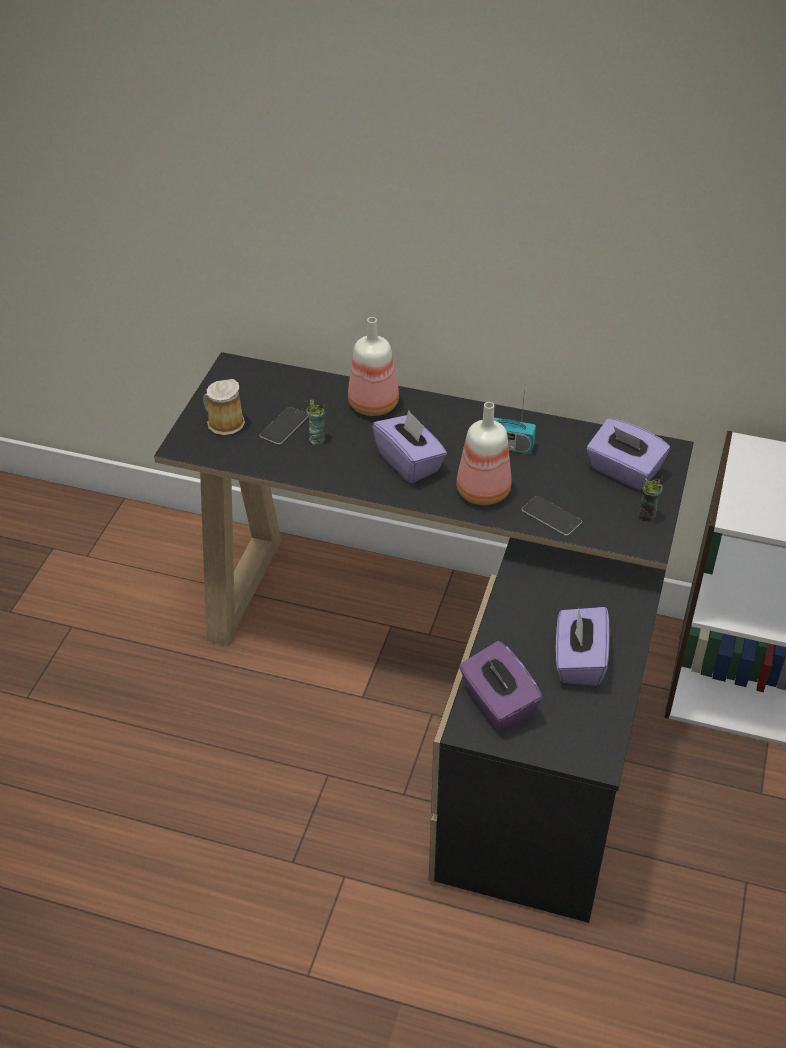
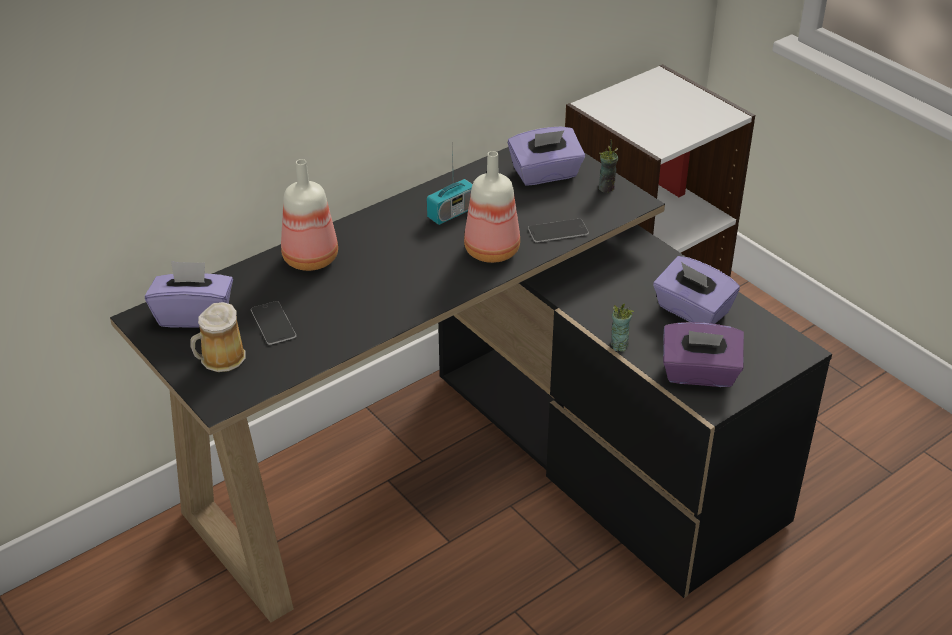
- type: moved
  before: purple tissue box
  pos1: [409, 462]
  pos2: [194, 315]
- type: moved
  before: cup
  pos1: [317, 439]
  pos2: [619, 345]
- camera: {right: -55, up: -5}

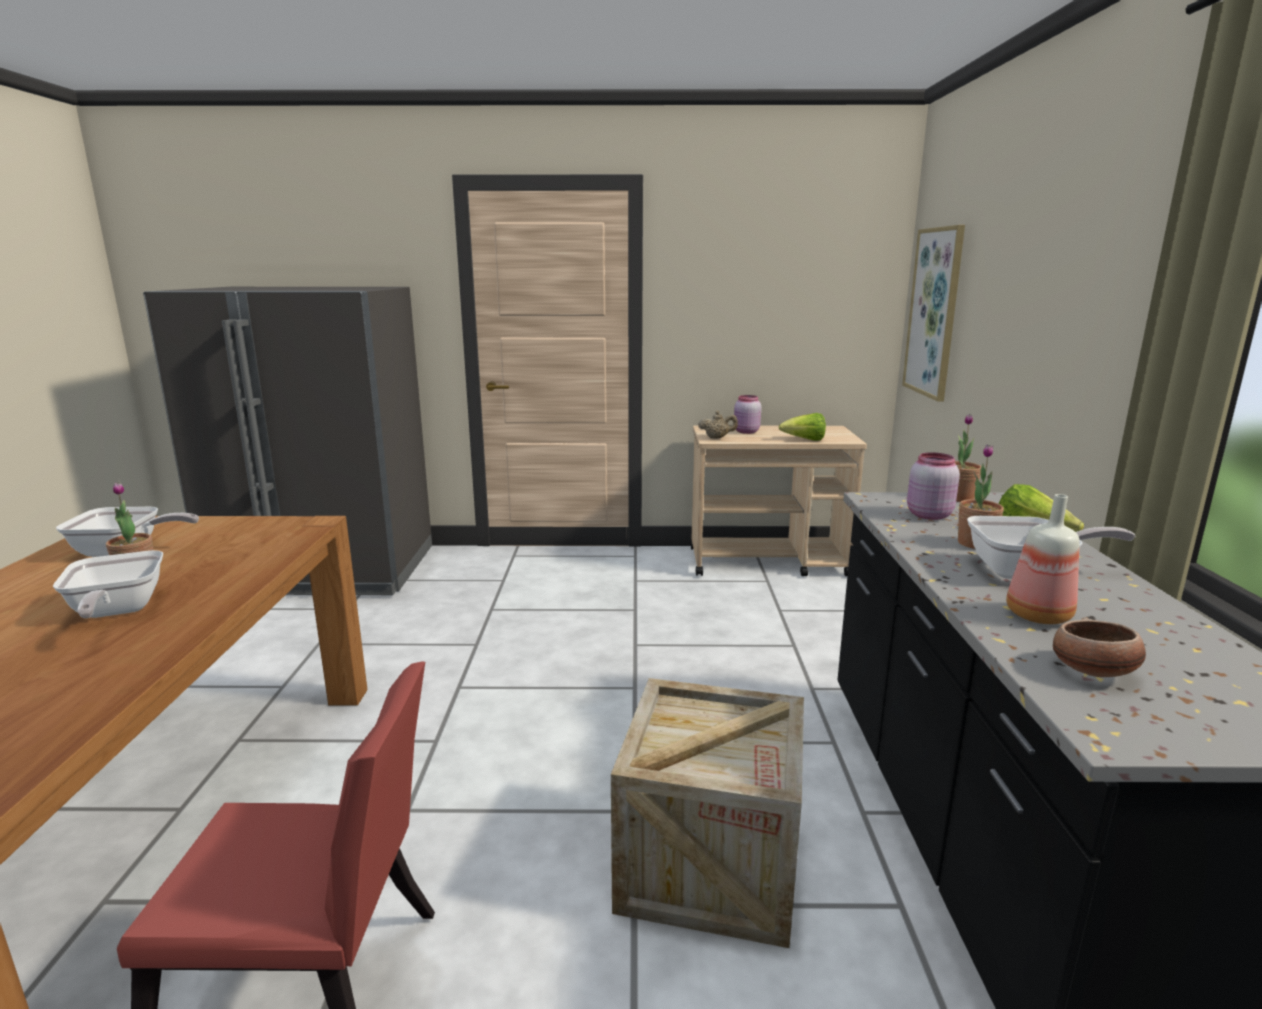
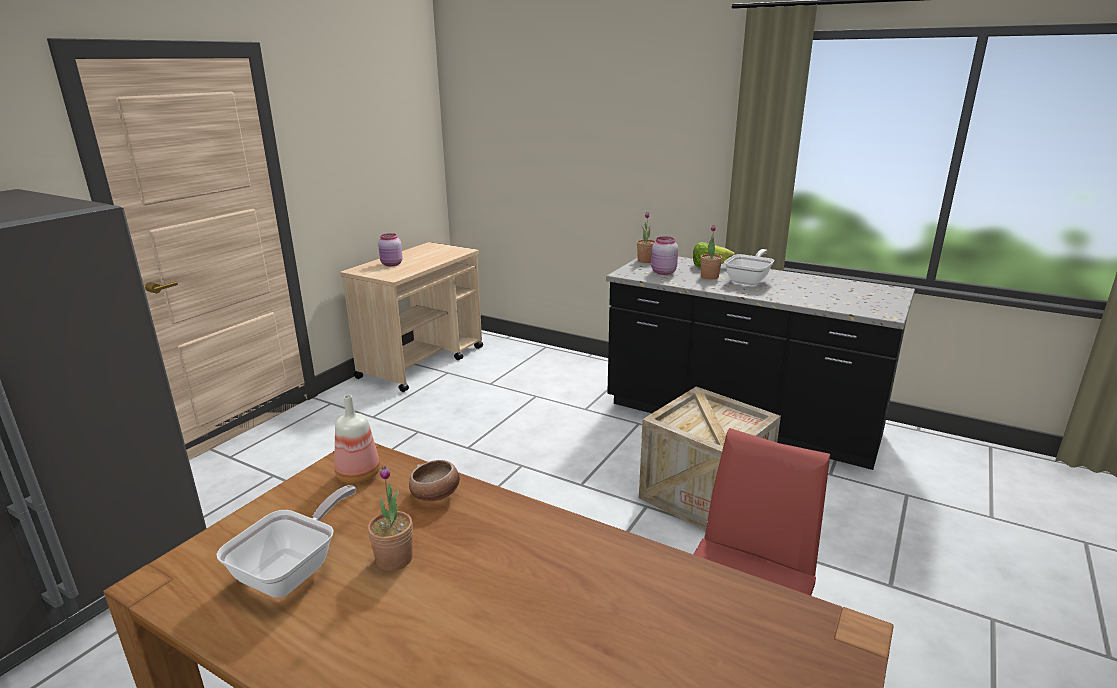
- type: moved
  before: bottle
  pos1: [1035, 615]
  pos2: [357, 476]
- type: moved
  before: bowl
  pos1: [1093, 671]
  pos2: [436, 495]
- type: removed
  before: frying pan
  pos1: [116, 612]
- type: removed
  before: beige teapot
  pos1: [717, 438]
- type: removed
  before: lettuce
  pos1: [804, 440]
- type: removed
  before: picture
  pos1: [934, 312]
- camera: {right: -60, up: 5}

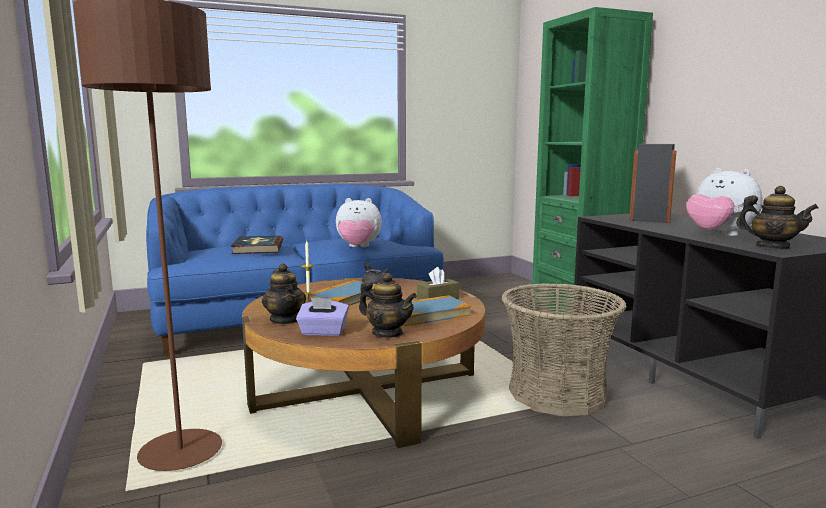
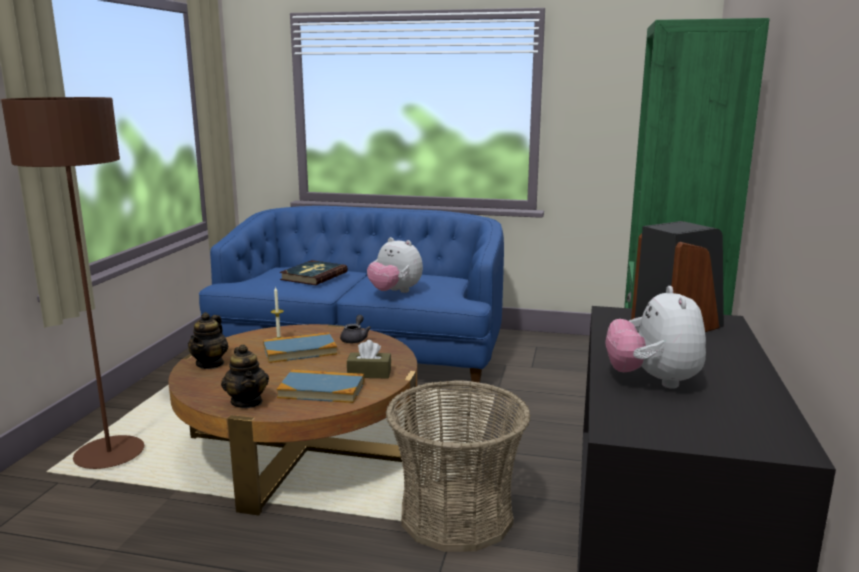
- type: removed
  before: purple tissue box
  pos1: [323, 332]
- type: removed
  before: teapot
  pos1: [772, 247]
- camera: {right: 35, up: 5}

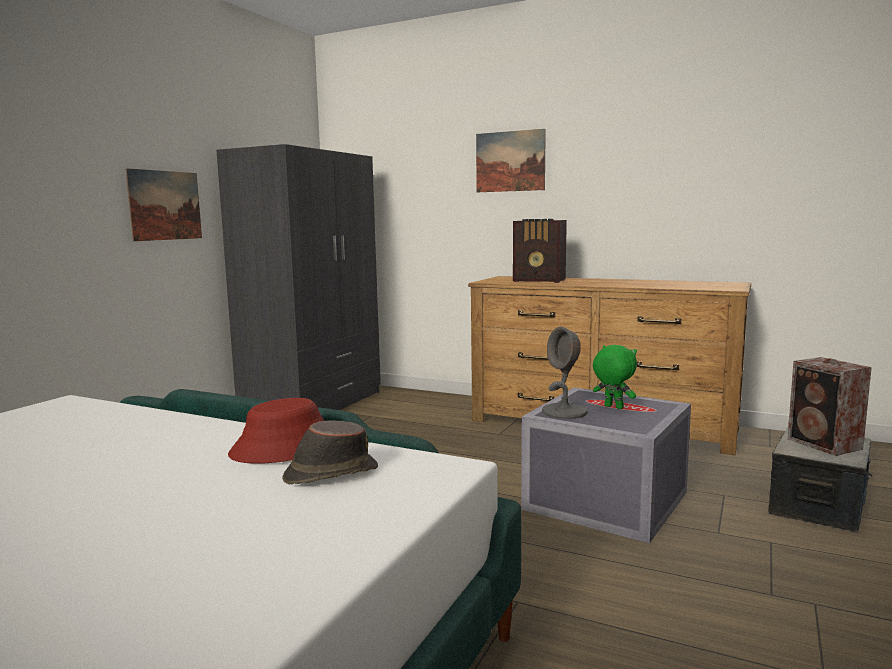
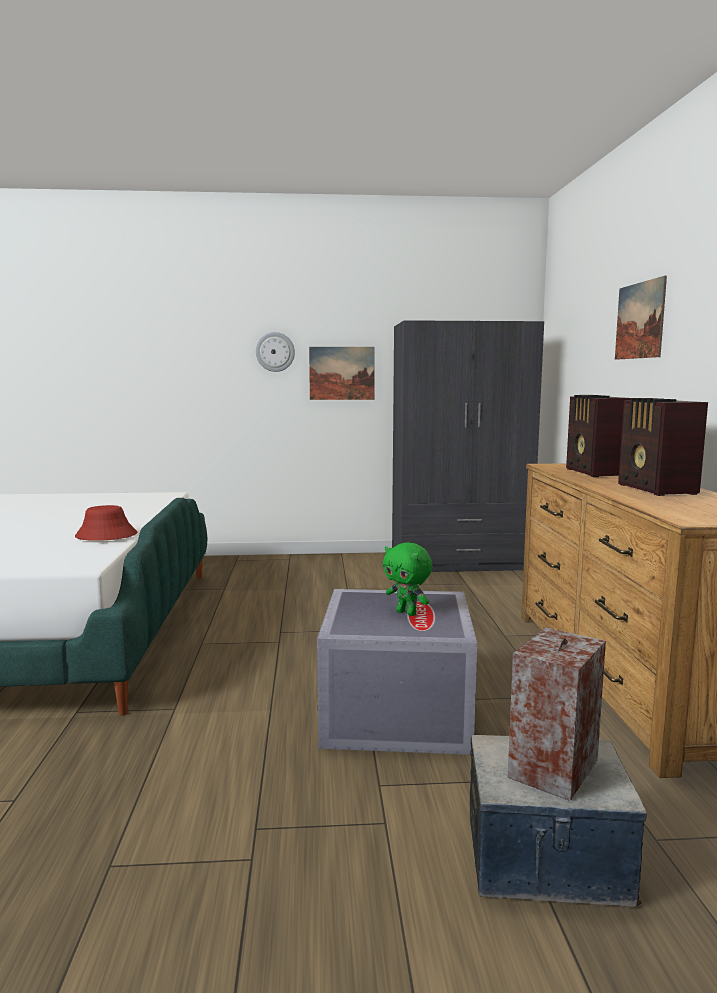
- type: added
  after: wall clock
  pos2: [275, 352]
- type: turned
  before: green plush toy
  pos1: [613, 407]
  pos2: [407, 613]
  turn: 120
- type: added
  after: radio
  pos2: [656, 489]
- type: removed
  before: brown hat
  pos1: [330, 474]
- type: removed
  before: grey table lamp
  pos1: [564, 412]
- camera: {right: 60, up: 0}

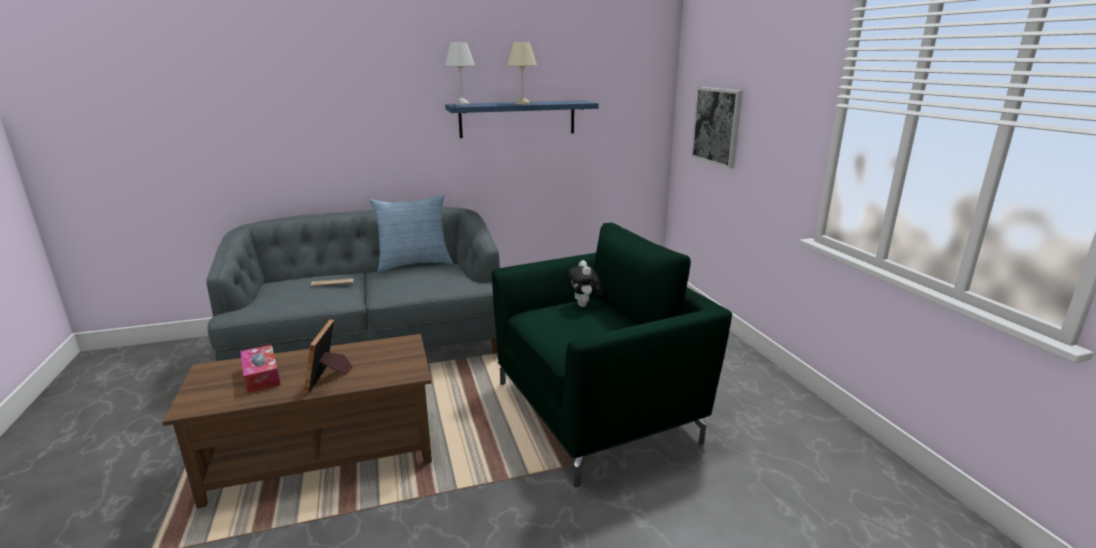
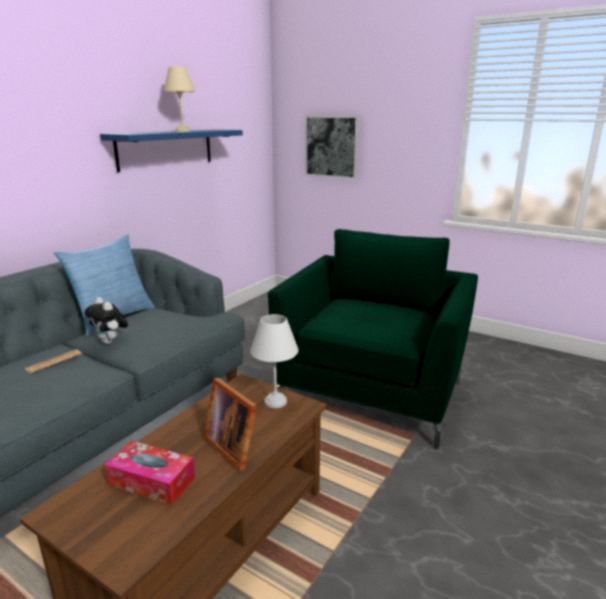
- type: moved
  before: plush toy
  pos1: [585, 305]
  pos2: [110, 342]
- type: moved
  before: white table lamp
  pos1: [462, 104]
  pos2: [275, 401]
- camera: {right: -40, up: 0}

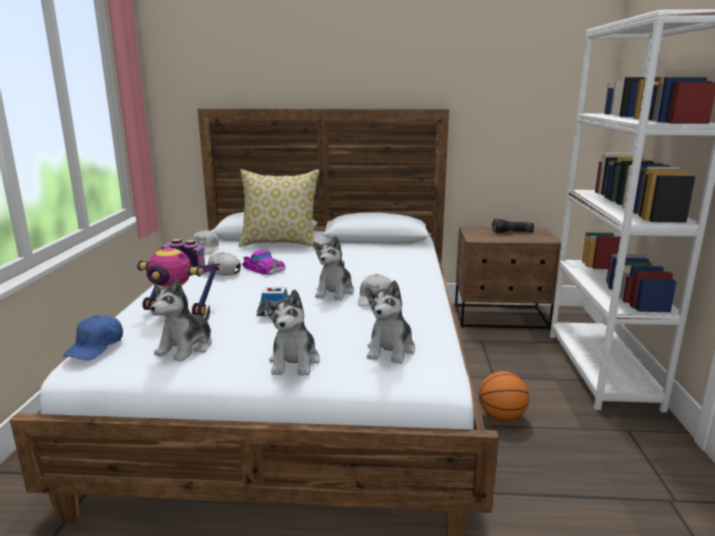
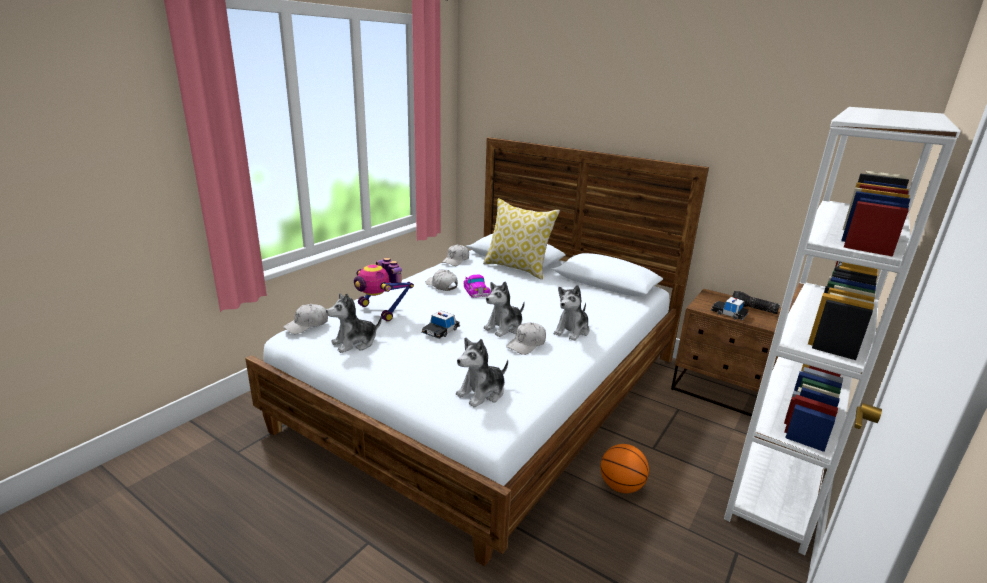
- type: recoloured
  before: blue cap
  after: white cap
  pos1: [96, 346]
  pos2: [307, 325]
- type: moved
  before: plush toy
  pos1: [294, 362]
  pos2: [572, 331]
- type: added
  after: toy car
  pos2: [729, 313]
- camera: {right: 30, up: 5}

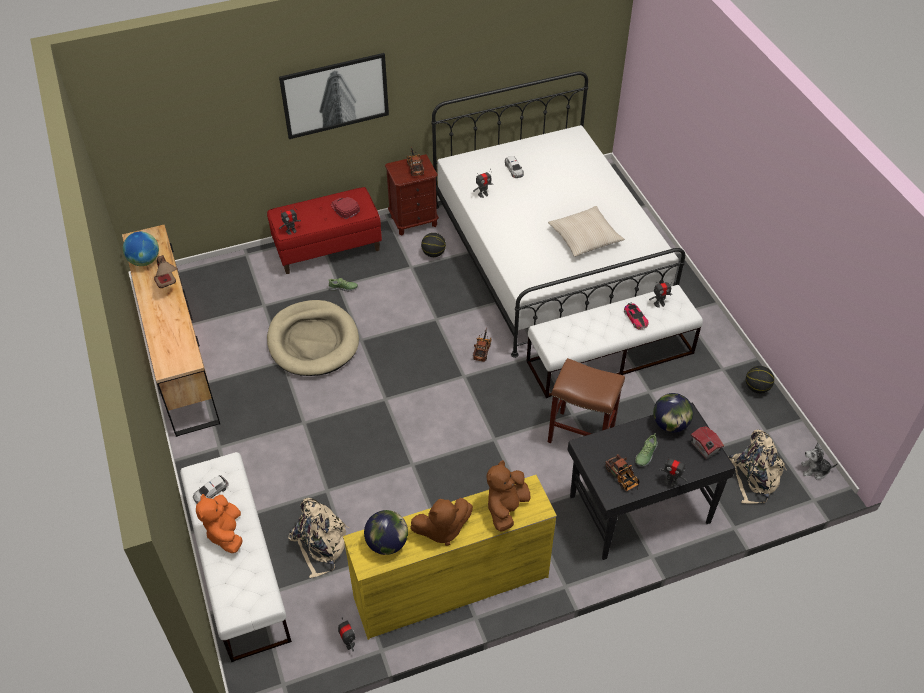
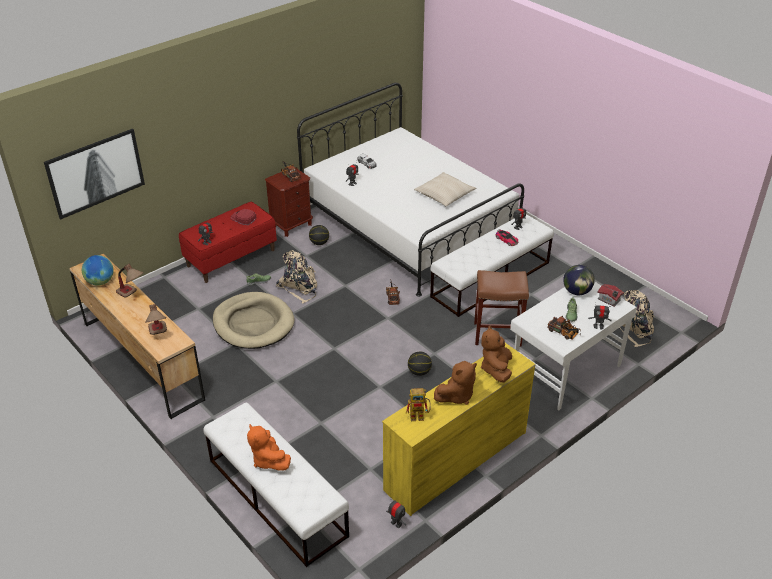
- type: moved
  before: picture
  pos1: [335, 95]
  pos2: [95, 172]
- type: added
  after: table lamp
  pos2: [159, 335]
- type: moved
  before: beige backpack
  pos1: [320, 545]
  pos2: [299, 287]
- type: replaced
  before: globe
  after: toy robot
  pos1: [387, 543]
  pos2: [420, 416]
- type: moved
  before: basketball
  pos1: [757, 388]
  pos2: [419, 372]
- type: recoloured
  before: black desk
  after: white desk
  pos1: [638, 508]
  pos2: [565, 370]
- type: removed
  before: toy car
  pos1: [211, 492]
- type: removed
  before: plush toy
  pos1: [815, 470]
- camera: {right: -20, up: -10}

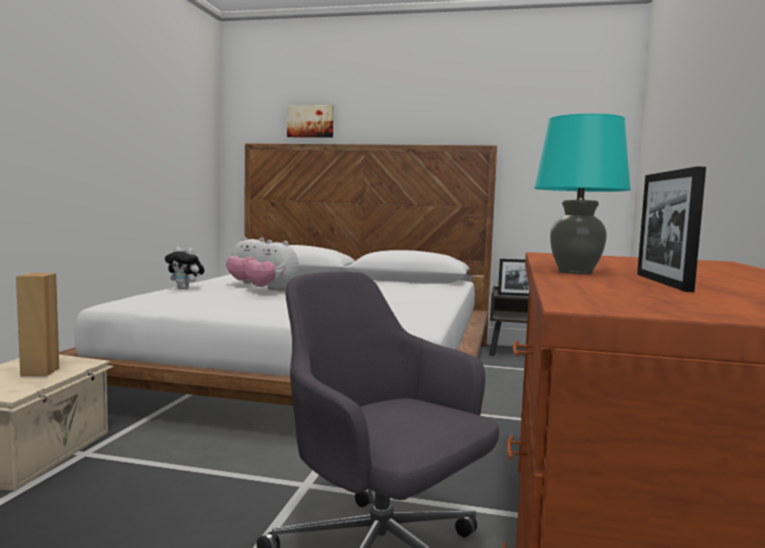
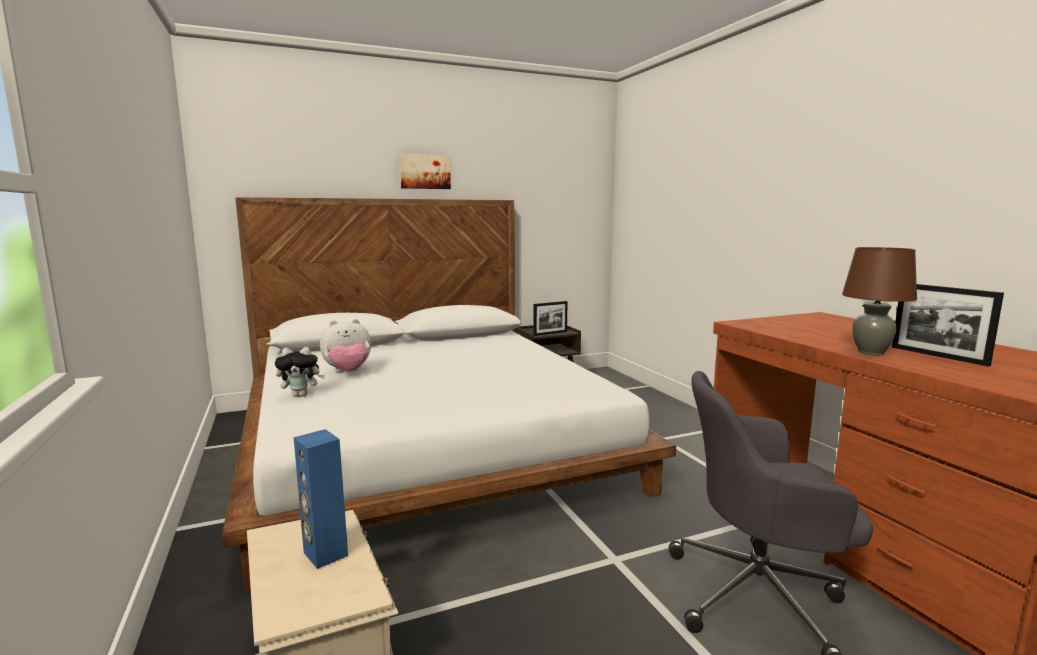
- type: recoloured
  before: brown speaker
  after: blue speaker
  pos1: [39, 372]
  pos2: [325, 554]
- type: moved
  before: picture
  pos1: [310, 121]
  pos2: [425, 172]
- type: recoloured
  before: turquoise table lamp
  after: brown table lamp
  pos1: [575, 272]
  pos2: [871, 352]
- type: removed
  before: plush toy
  pos1: [271, 291]
- camera: {right: -35, up: 5}

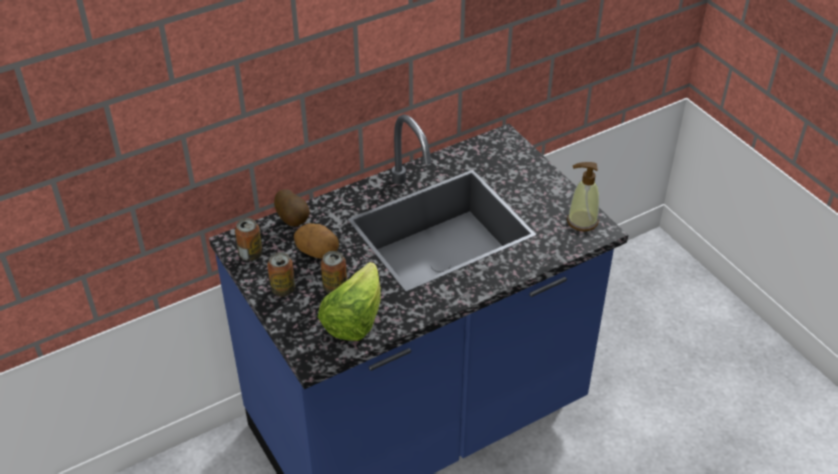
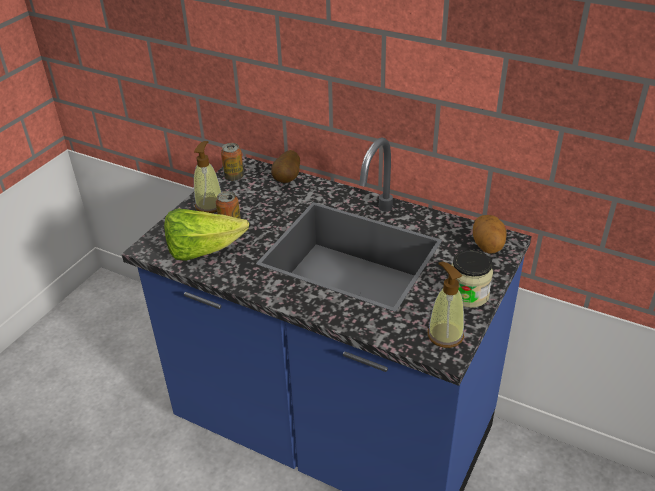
- type: replaced
  before: can
  after: soap dispenser
  pos1: [283, 289]
  pos2: [209, 205]
- type: added
  after: jar
  pos2: [468, 294]
- type: moved
  before: potato
  pos1: [318, 252]
  pos2: [487, 246]
- camera: {right: 60, up: -5}

